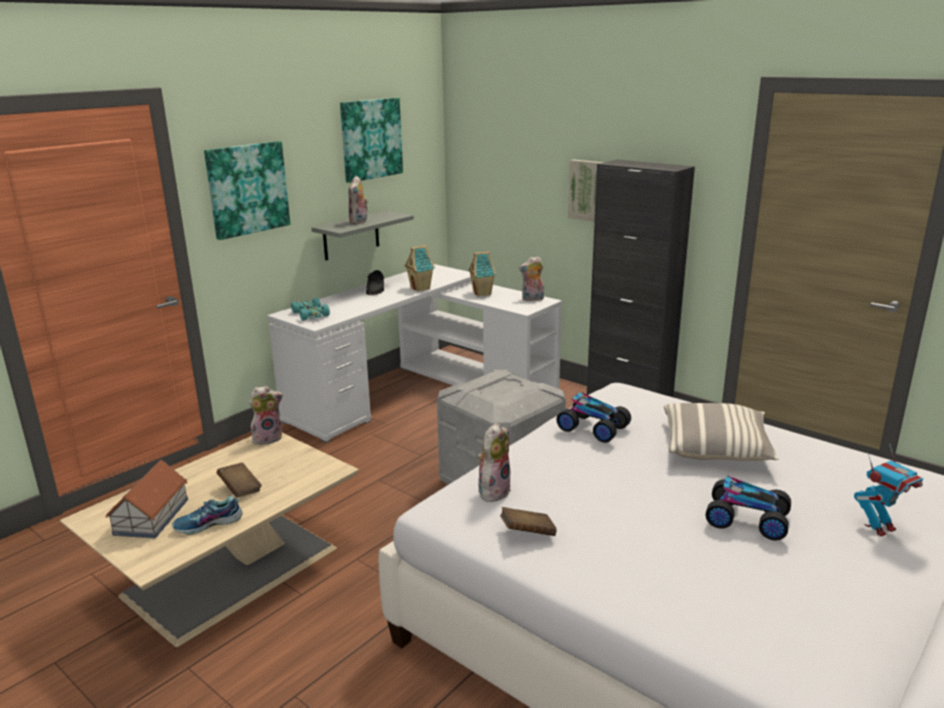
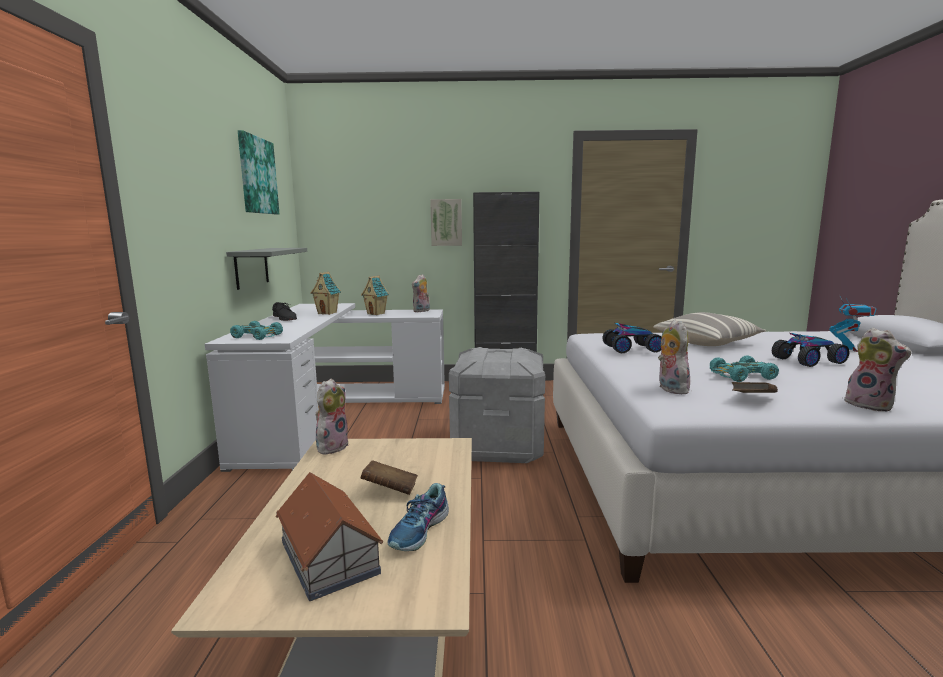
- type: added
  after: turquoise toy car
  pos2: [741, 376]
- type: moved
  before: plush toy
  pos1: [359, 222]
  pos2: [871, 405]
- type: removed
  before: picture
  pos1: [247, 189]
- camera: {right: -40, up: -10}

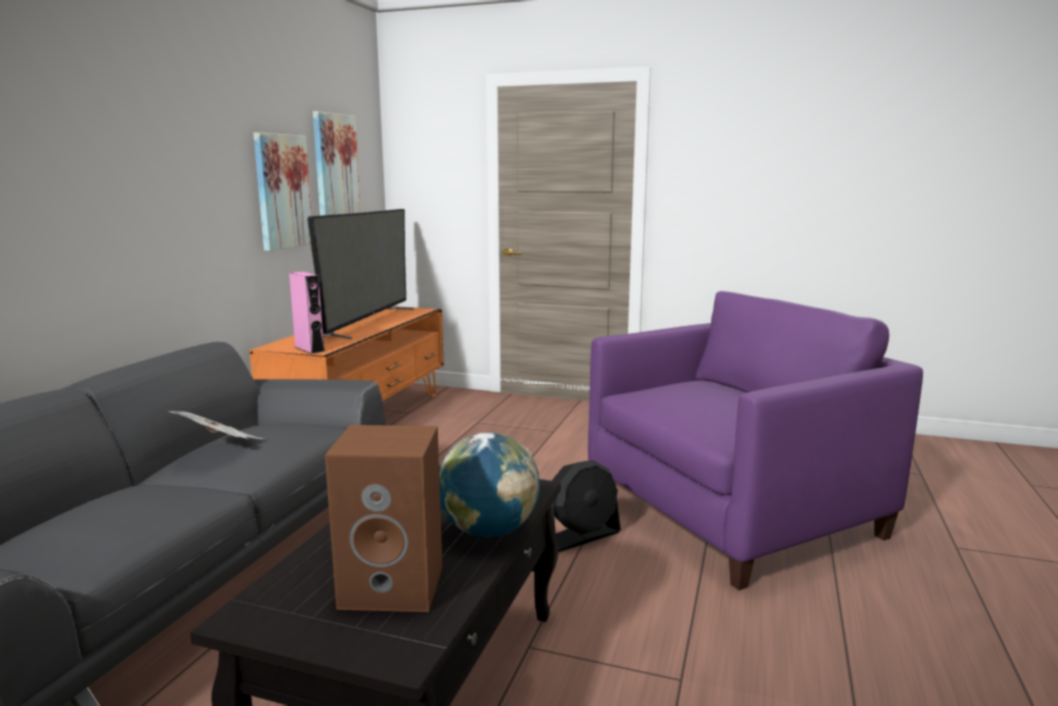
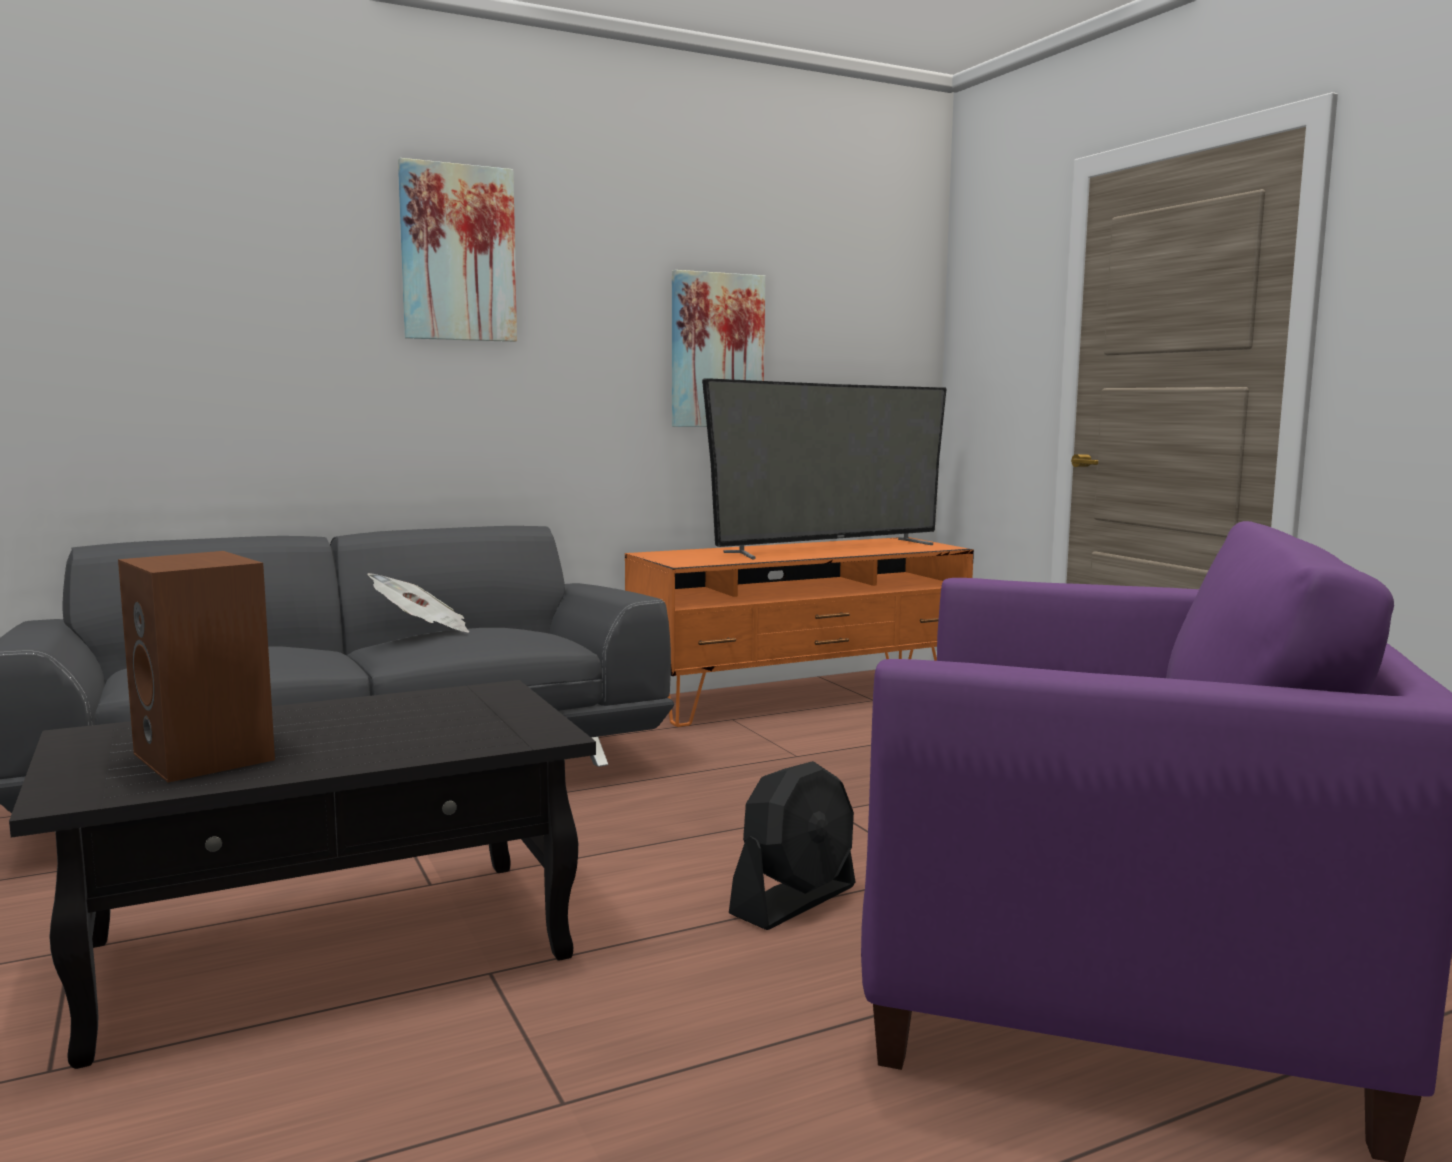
- type: moved
  before: picture
  pos1: [335, 165]
  pos2: [458, 253]
- type: turned
  before: black fan
  pos1: [580, 537]
  pos2: [794, 900]
  turn: -60
- type: removed
  before: pink speaker
  pos1: [309, 349]
- type: removed
  before: globe
  pos1: [489, 531]
- camera: {right: 45, up: -5}

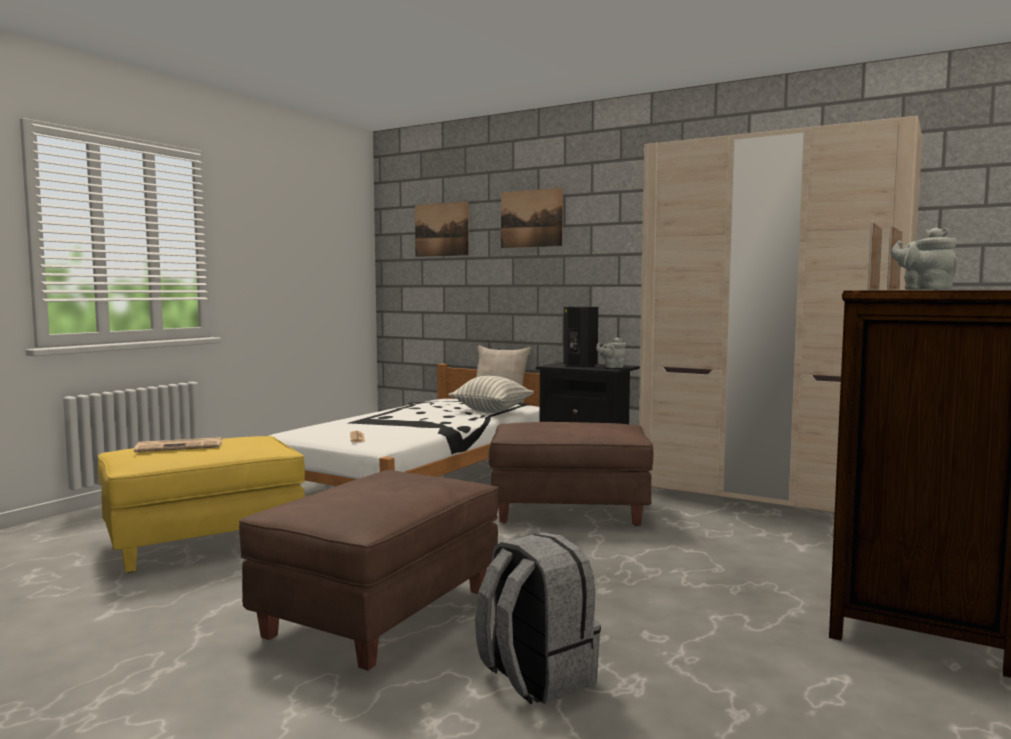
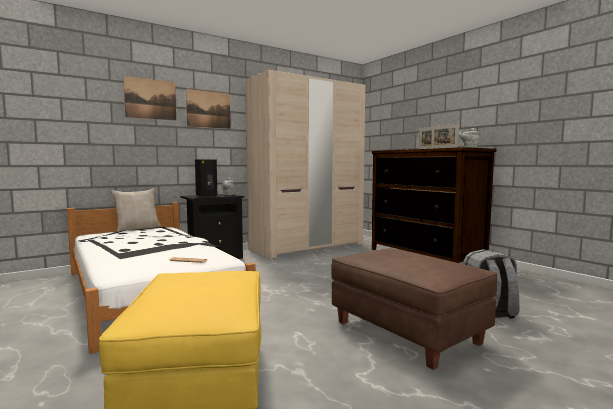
- type: moved
  before: picture
  pos1: [441, 229]
  pos2: [208, 109]
- type: removed
  before: newspaper
  pos1: [181, 446]
- type: removed
  before: pillow
  pos1: [491, 411]
- type: removed
  before: brown ottoman
  pos1: [569, 511]
- camera: {right: -65, up: 0}

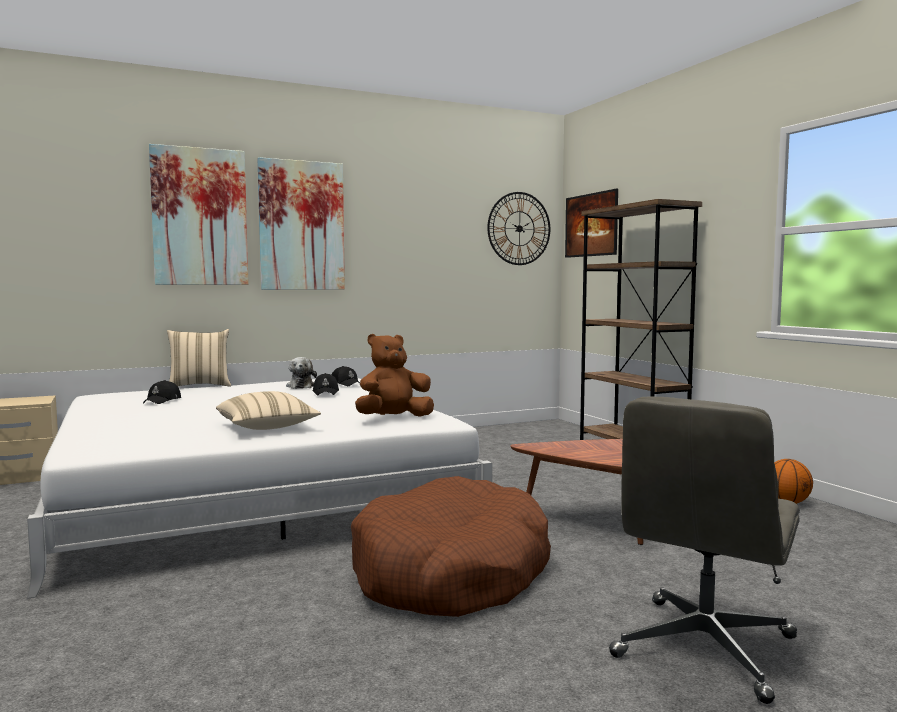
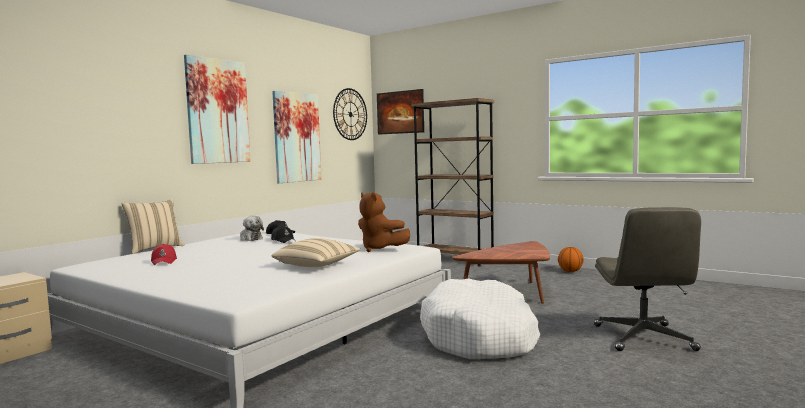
- type: recoloured
  before: black cap
  after: red cap
  pos1: [163, 401]
  pos2: [164, 261]
- type: moved
  before: picture
  pos1: [200, 217]
  pos2: [297, 137]
- type: turned
  before: brown plush toy
  pos1: [393, 418]
  pos2: [380, 249]
  turn: -75
- type: recoloured
  before: brown dog bed
  after: white dog bed
  pos1: [450, 573]
  pos2: [480, 337]
- camera: {right: -30, up: 0}

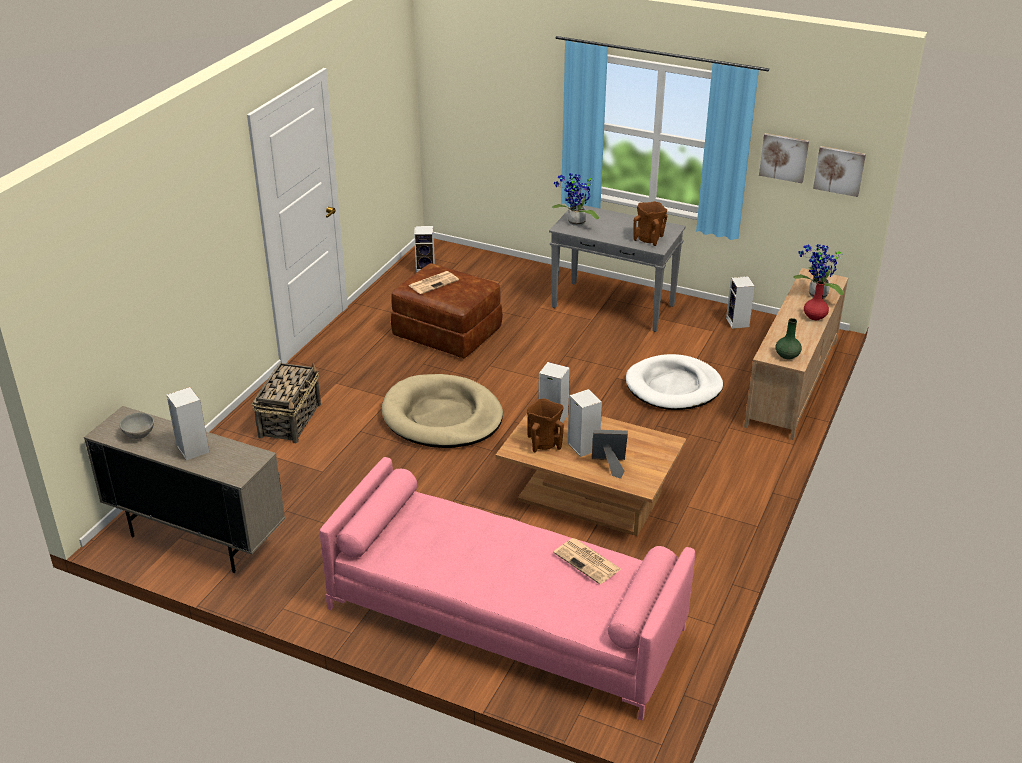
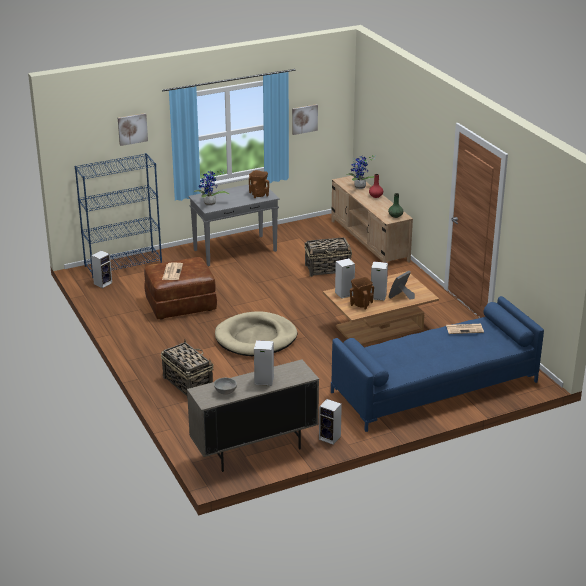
- type: added
  after: blue bookcase
  pos2: [123, 264]
- type: moved
  before: picture
  pos1: [839, 170]
  pos2: [132, 129]
- type: replaced
  before: white dog bed
  after: basket
  pos1: [673, 387]
  pos2: [328, 269]
- type: moved
  before: speaker
  pos1: [738, 323]
  pos2: [330, 438]
- type: recoloured
  before: pink sofa
  after: blue sofa
  pos1: [505, 618]
  pos2: [434, 387]
- camera: {right: -50, up: -5}

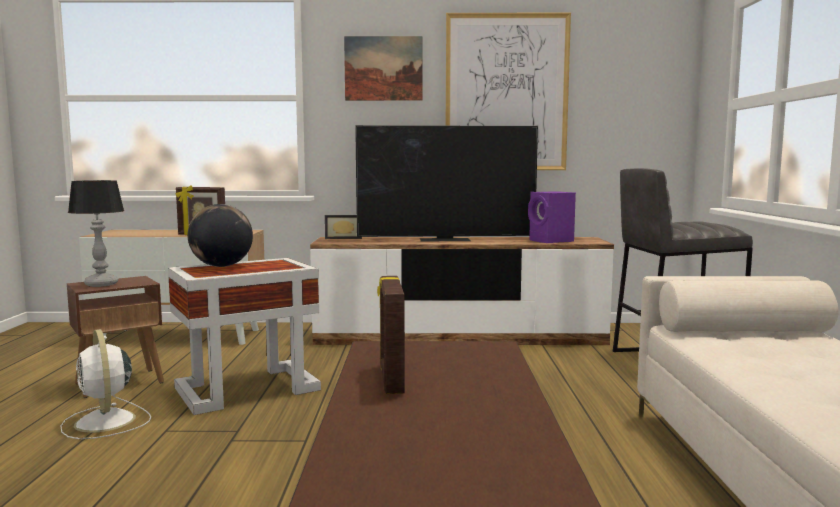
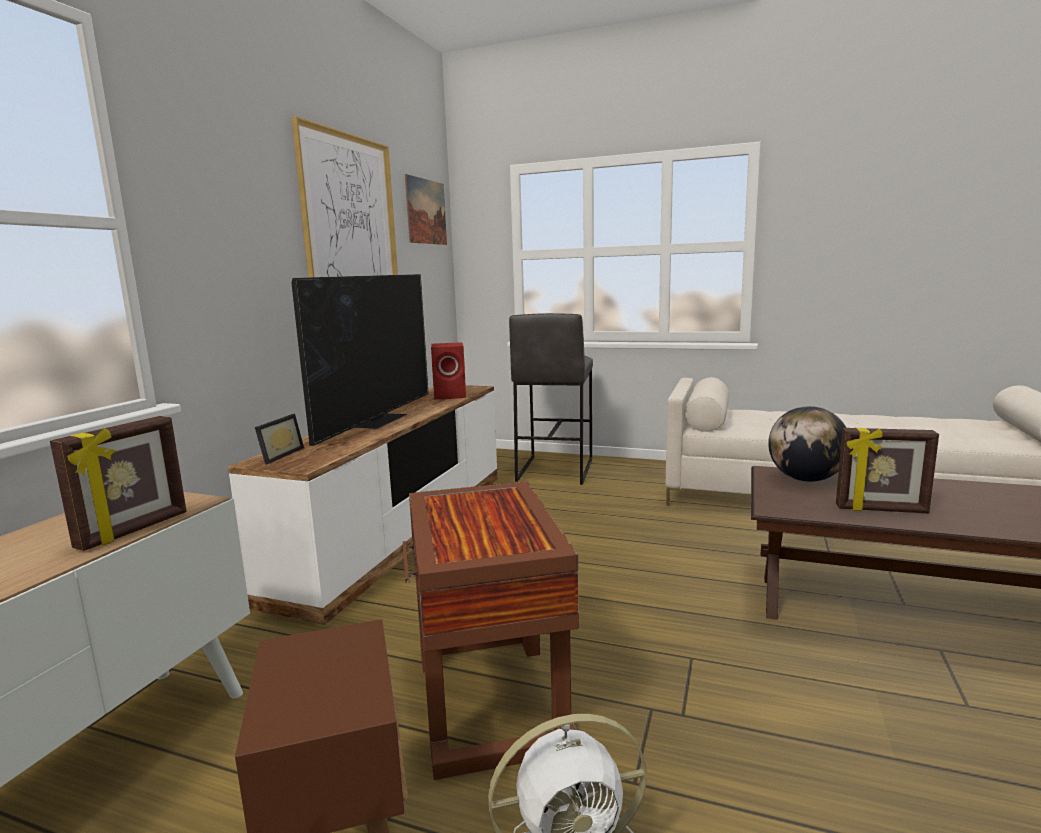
- type: recoloured
  before: white side table
  after: brown side table
  pos1: [245, 389]
  pos2: [490, 697]
- type: moved
  before: picture
  pos1: [383, 68]
  pos2: [426, 211]
- type: recoloured
  before: purple speaker
  after: red speaker
  pos1: [551, 241]
  pos2: [451, 395]
- type: moved
  before: globe
  pos1: [221, 266]
  pos2: [805, 479]
- type: removed
  before: table lamp
  pos1: [100, 284]
- camera: {right: -70, up: 5}

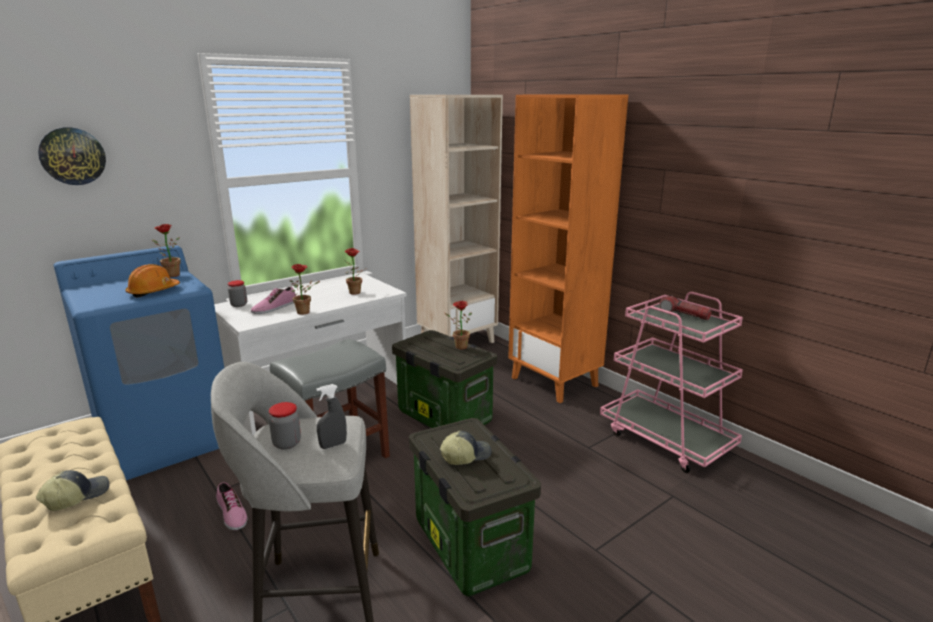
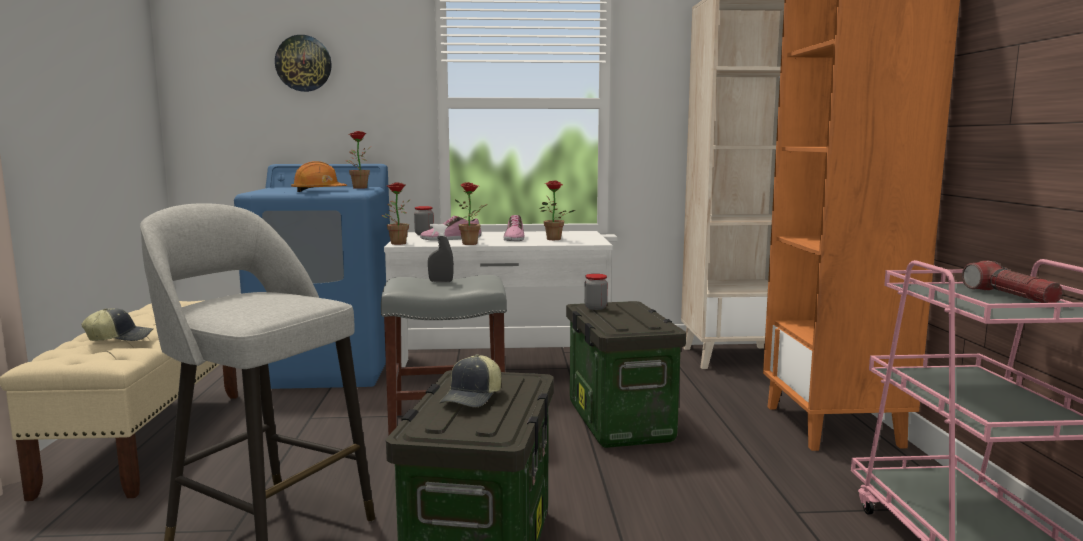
- type: moved
  before: potted plant
  pos1: [458, 346]
  pos2: [396, 243]
- type: moved
  before: grey spray bottle
  pos1: [333, 445]
  pos2: [441, 281]
- type: turned
  before: cap
  pos1: [465, 455]
  pos2: [473, 398]
  turn: 105
- type: moved
  before: shoe
  pos1: [231, 513]
  pos2: [513, 238]
- type: moved
  before: jar
  pos1: [287, 443]
  pos2: [595, 307]
- camera: {right: 35, up: -10}

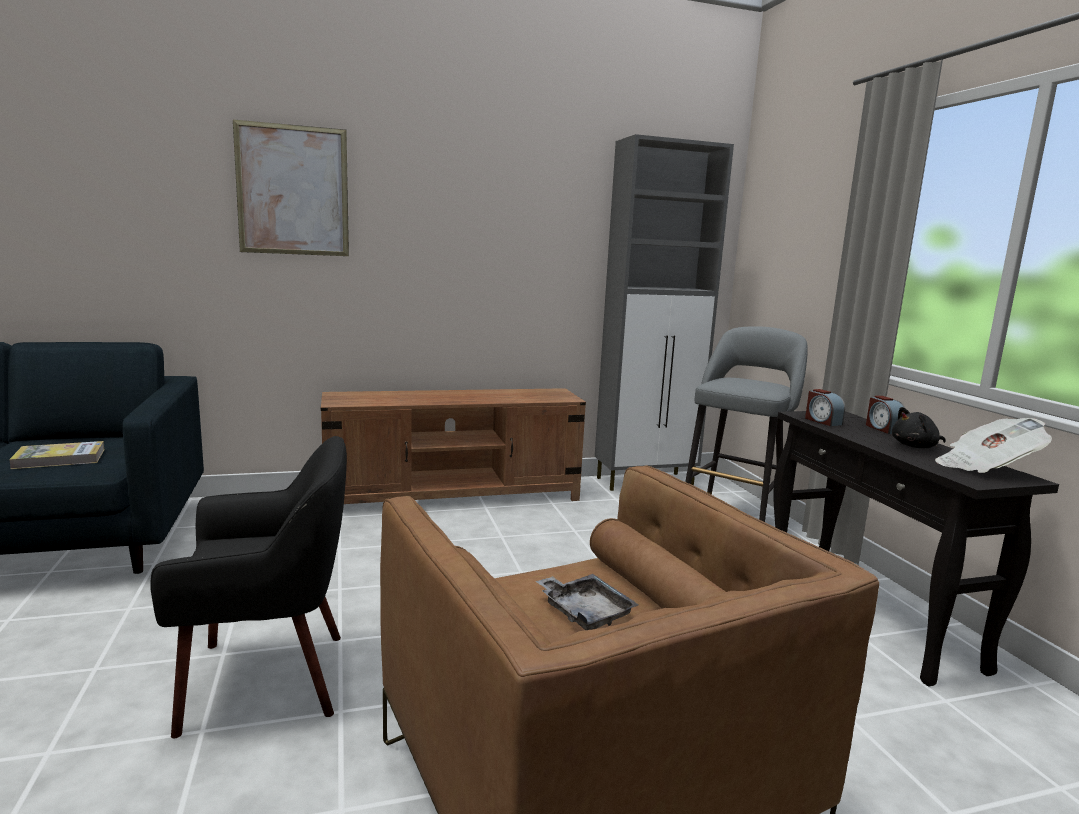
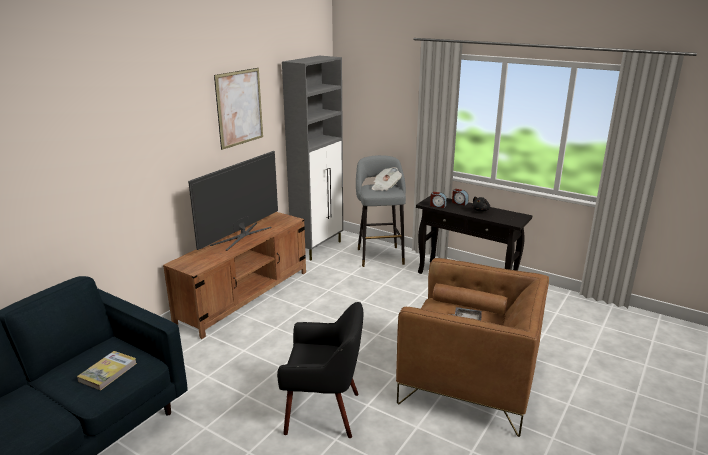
- type: added
  after: television
  pos2: [242, 236]
- type: moved
  before: picture
  pos1: [293, 190]
  pos2: [239, 108]
- type: turned
  before: black armchair
  pos1: [268, 679]
  pos2: [324, 412]
  turn: 60
- type: moved
  before: newspaper
  pos1: [985, 468]
  pos2: [385, 187]
- camera: {right: -40, up: 10}

